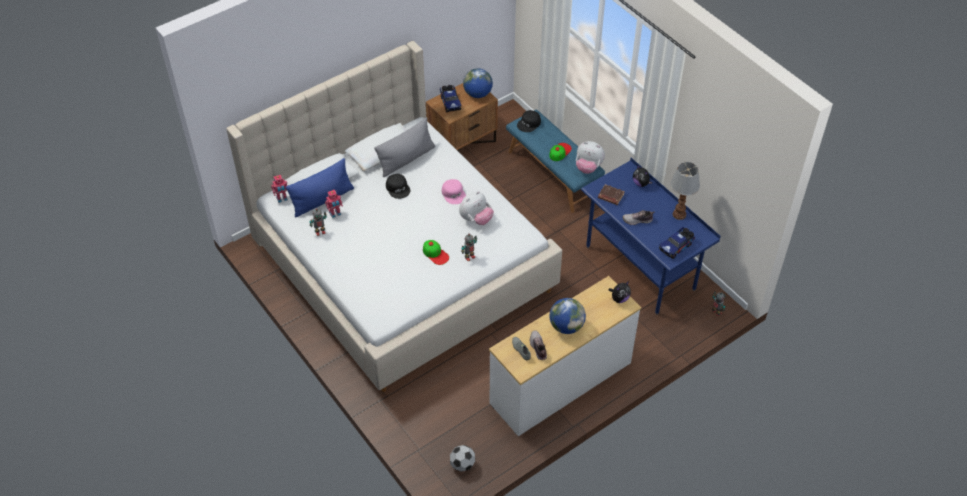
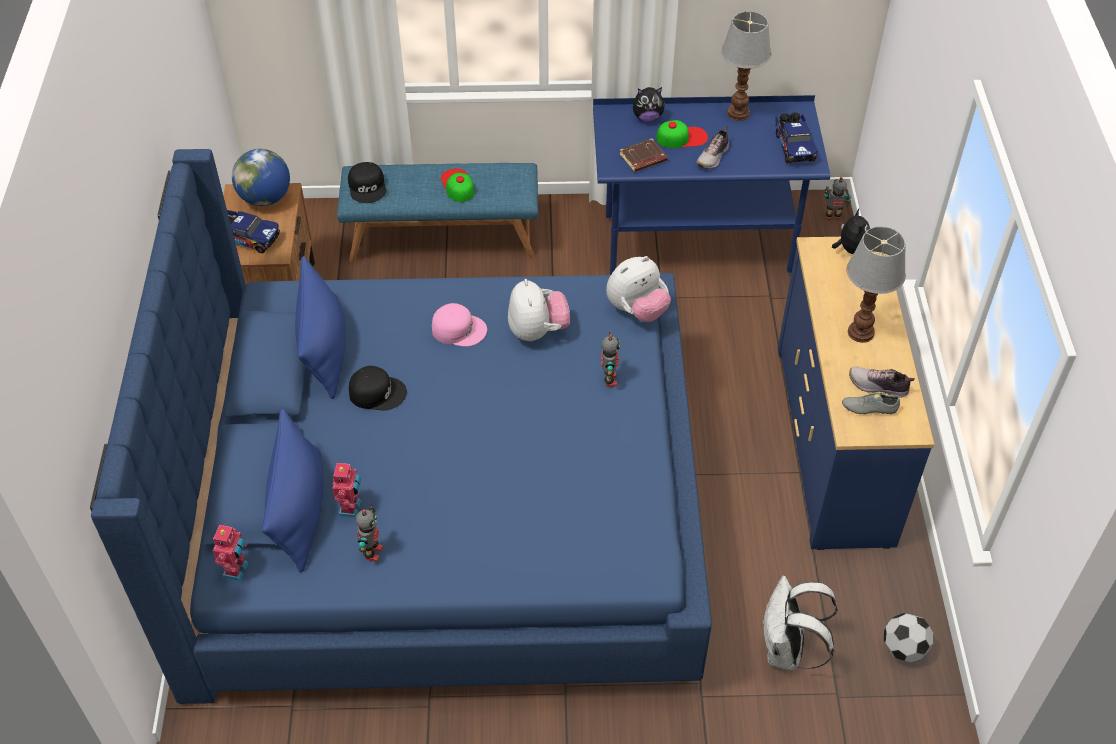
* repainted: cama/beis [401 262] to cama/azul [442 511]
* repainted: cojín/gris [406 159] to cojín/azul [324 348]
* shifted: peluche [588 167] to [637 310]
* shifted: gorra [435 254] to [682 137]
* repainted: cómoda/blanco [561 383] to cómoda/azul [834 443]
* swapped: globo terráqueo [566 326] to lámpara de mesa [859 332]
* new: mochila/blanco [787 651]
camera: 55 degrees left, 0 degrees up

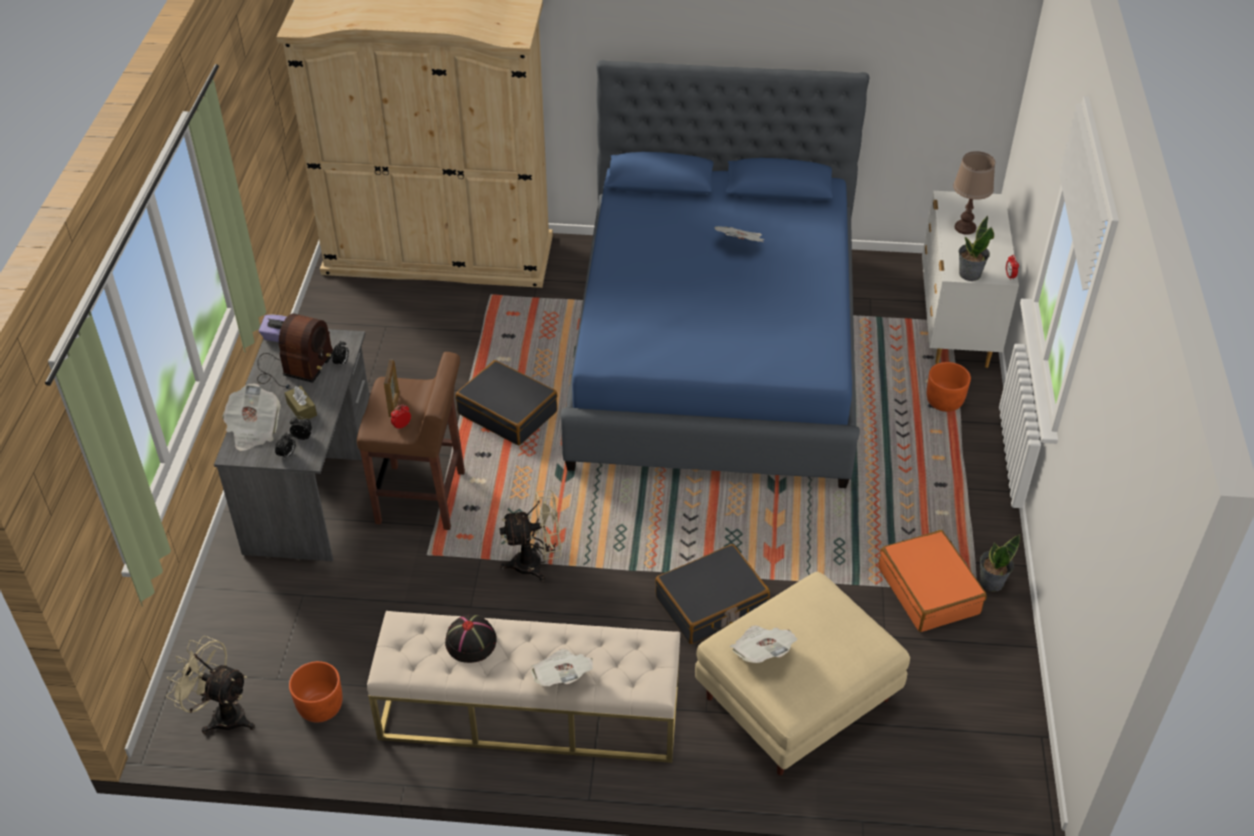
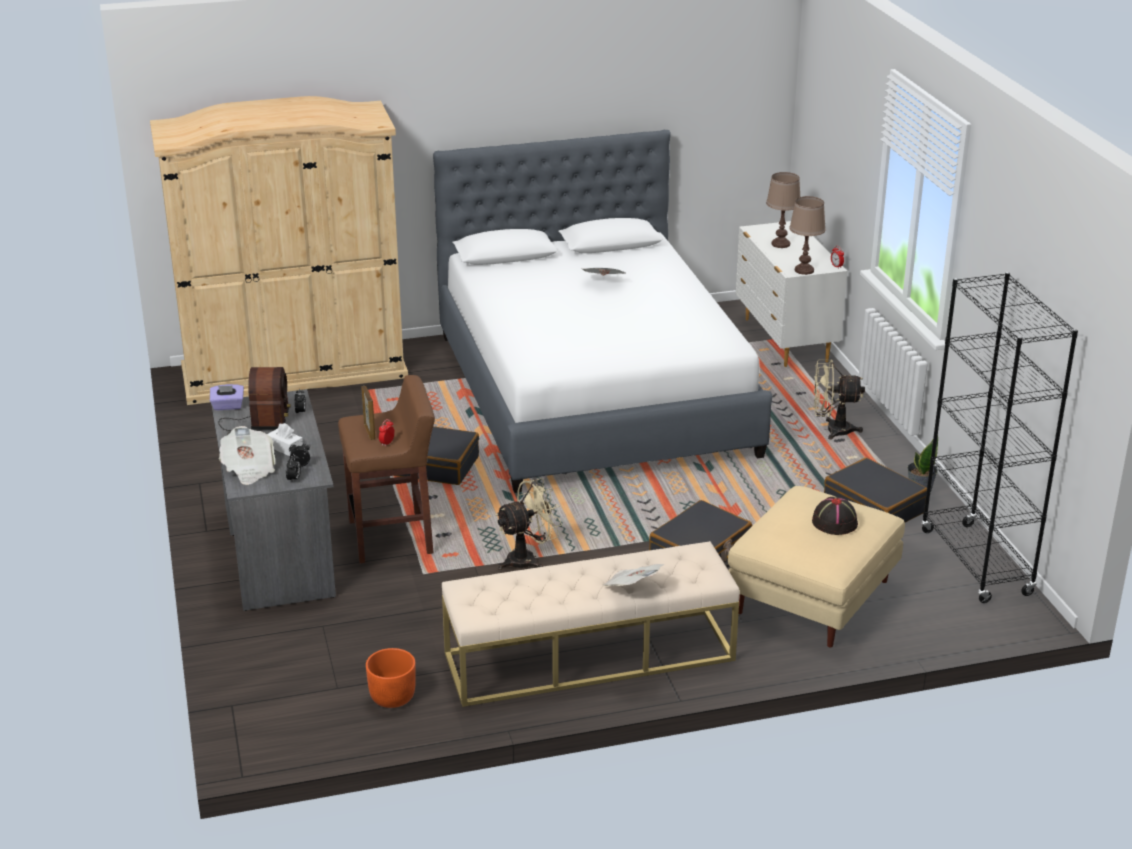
* repainted: cama/azul [715 354] to cama/blanco [594 394]
* swapped: planta en maceta [969 274] to lámpara de mesa/marrón [804 270]
* gone: maceta/naranja [944 402]
* repainted: caja de pañuelos/marrón [301 409] to caja de pañuelos/blanco [285 448]
* repainted: maleta/naranja [929 590] to maleta/negro [874 507]
* shifted: sombrero/negro [471 641] to [834 522]
* gone: periódico [761 653]
* shifted: ventilador/beis [221 715] to [832 430]
* new: estantería/negro [976 563]
camera: 20 degrees left, 15 degrees down

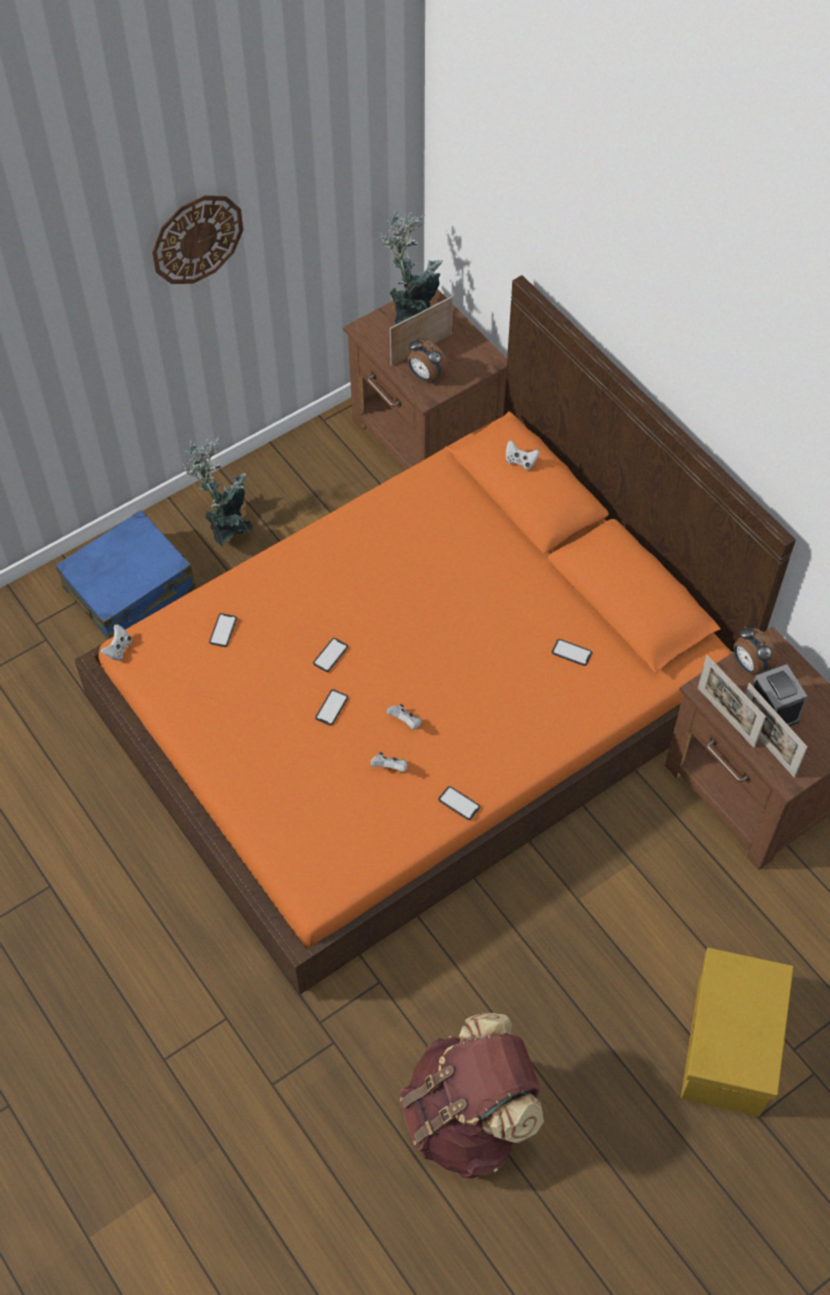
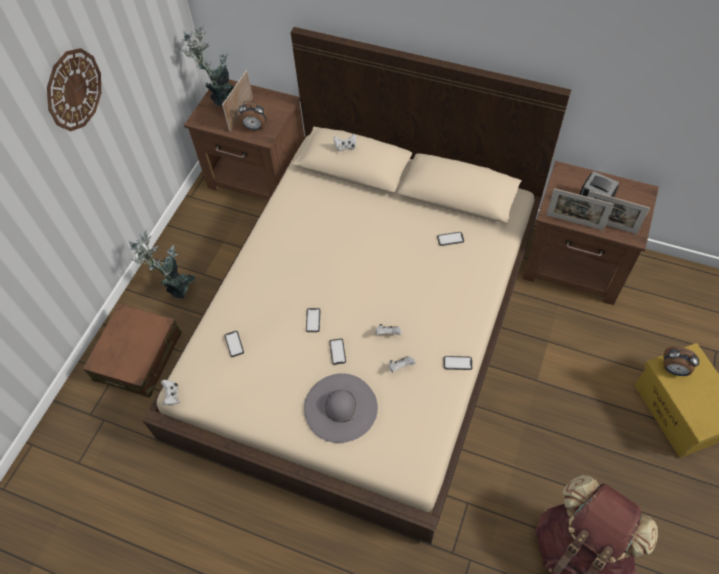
* repainted: cama/naranja [417 701] to cama/beis [363 323]
* repainted: maleta/azul [130 588] to maleta/marrón [139 356]
* shifted: despertador [749 665] to [674 369]
* new: sombrero/gris [340 407]
camera: 30 degrees left, 0 degrees up

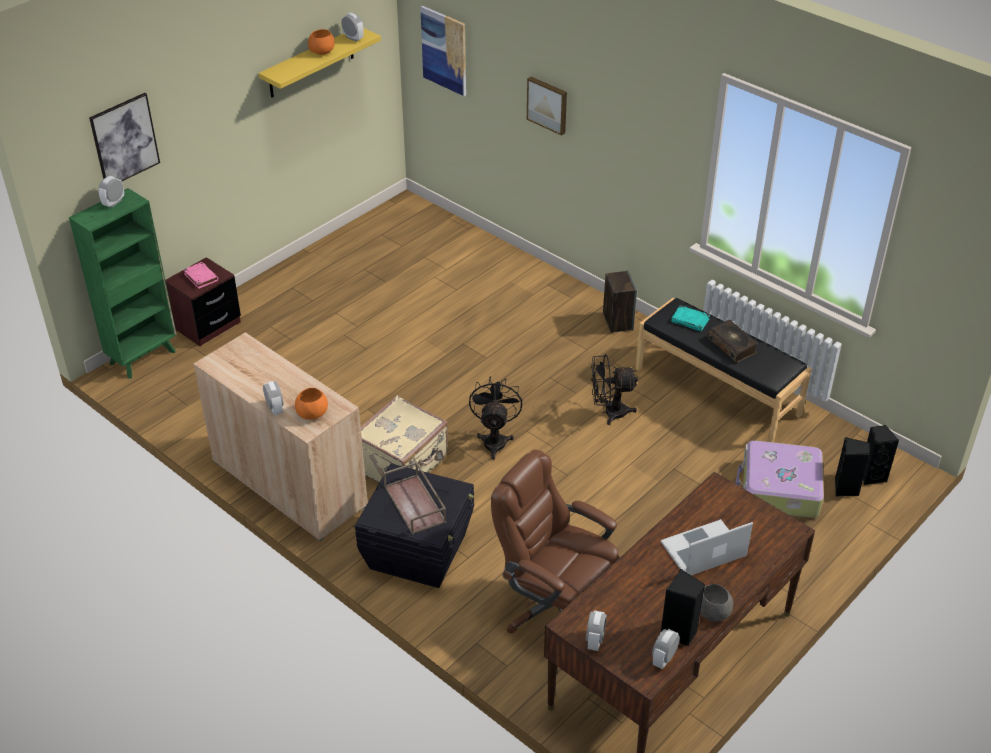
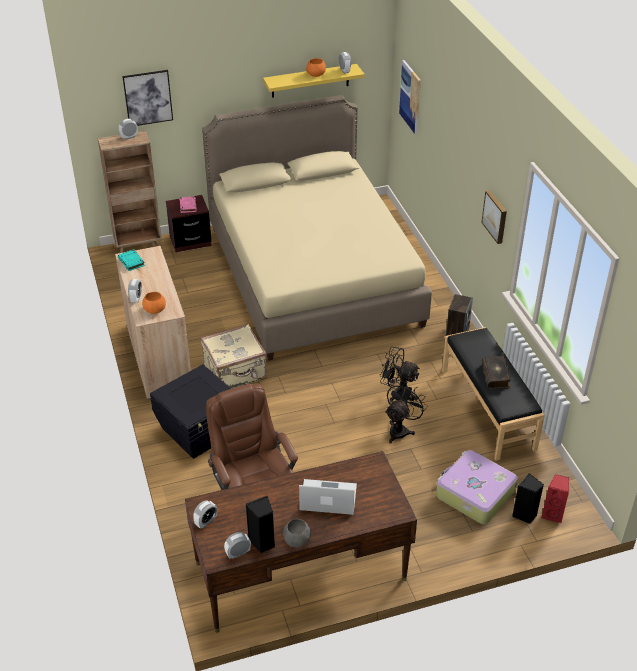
* shifted: cuadro [548 104] to [496 216]
* repainted: estantería/verde [144 357] to estantería/marrón [139 247]
* shifted: libro/turquesa [690 321] to [131 262]
* shifted: ventilador/negro [495 439] to [401 429]
* repainted: altavoz/negro [871 476] to altavoz/rojo [553 514]
* gone: bandeja/marrón [416 504]
* new: cama/beis [312 275]
camera: 30 degrees right, 0 degrees up

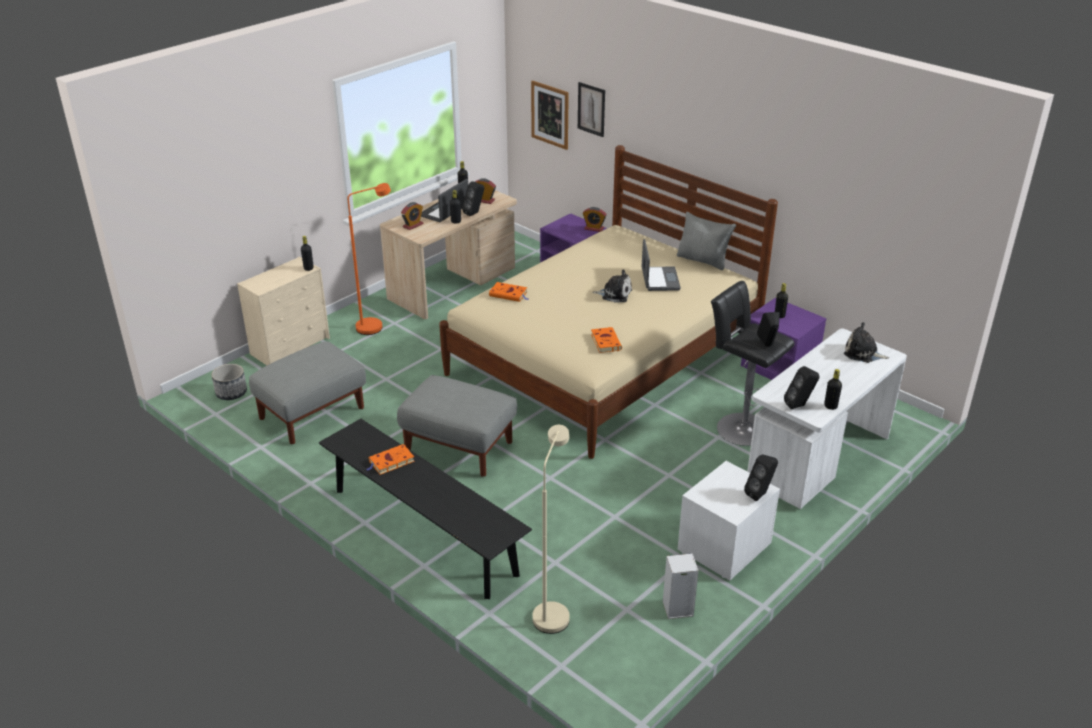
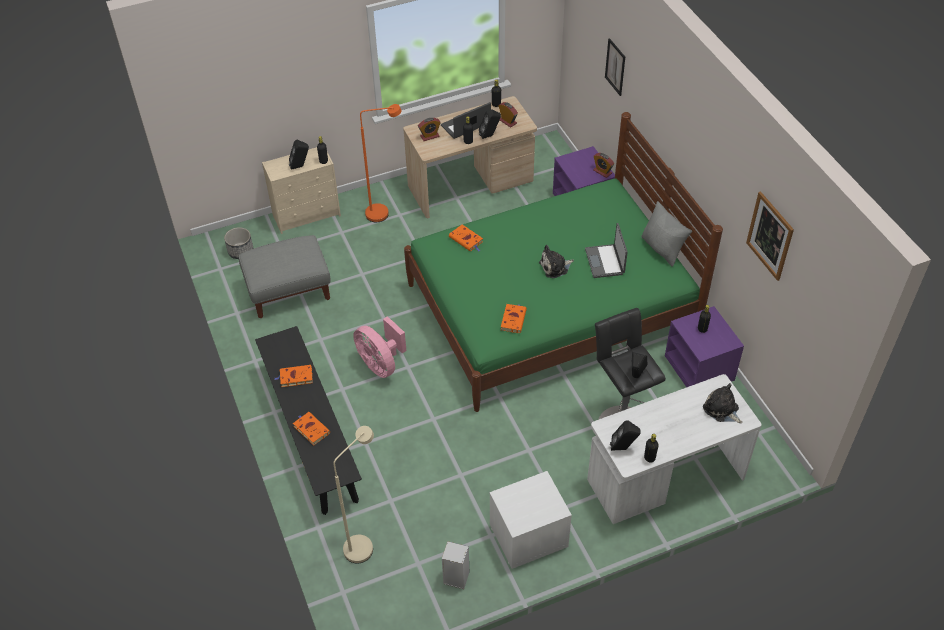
* shifted: cuadro [550 114] to [770 236]
* repainted: cama/beis [604 359] to cama/verde [550 309]
* rotated: portátil [659 279] = [605 262] 150 degrees clockwise
* rotated: peluche [614 294] = [555 267] 120 degrees clockwise
* swapped: puf/gris [459 447] to ventilador/rosa [381 364]
* shifted: altavoz/negro [760 494] to [300 166]
* new: libro/naranja [310 429]
camera: 25 degrees right, 15 degrees up

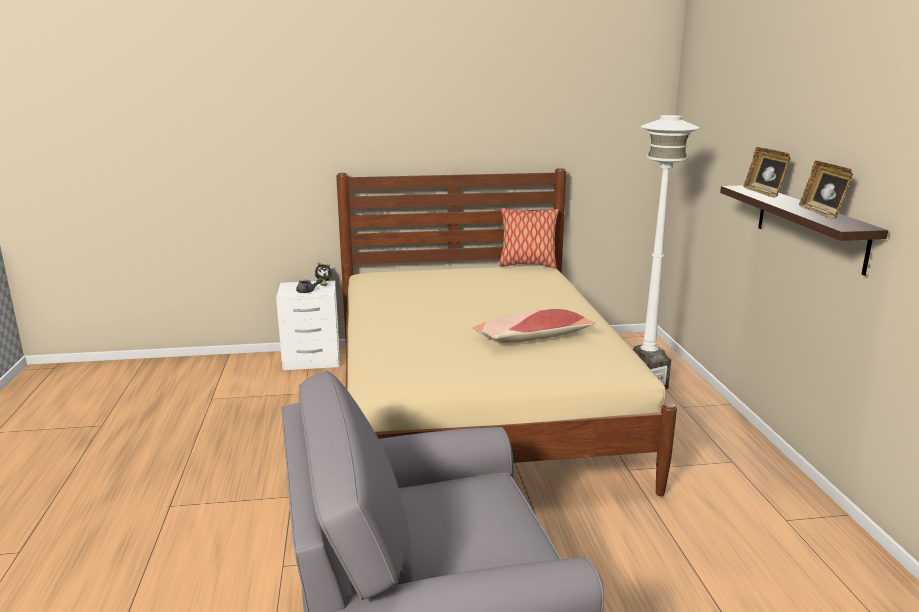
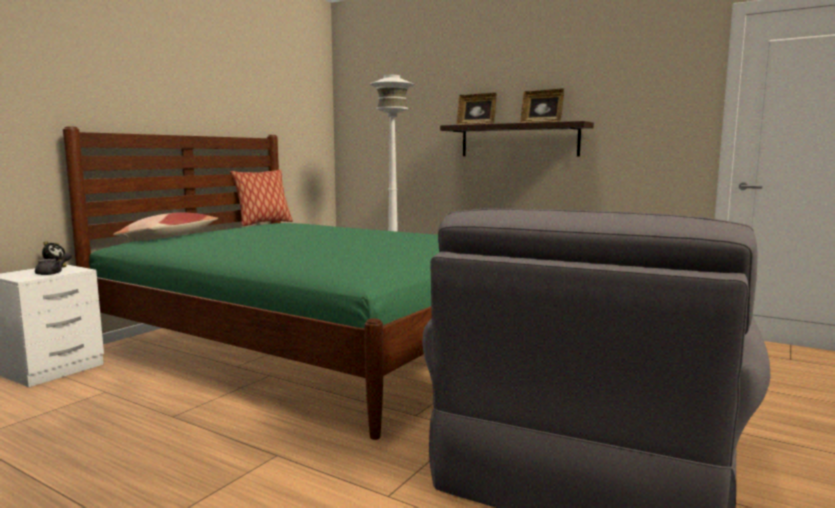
* repainted: cama/beis [476 410] to cama/verde [311 346]
* shifted: cojín [532 338] to [169 237]
camera: 50 degrees left, 10 degrees down

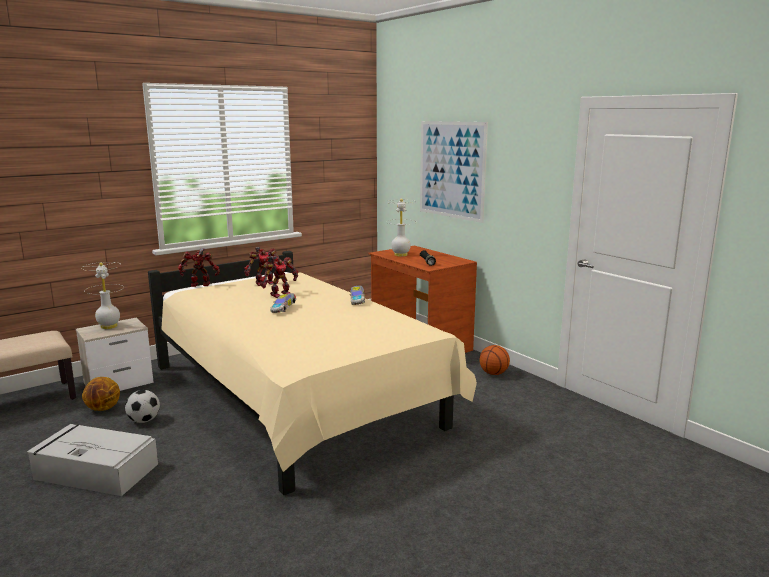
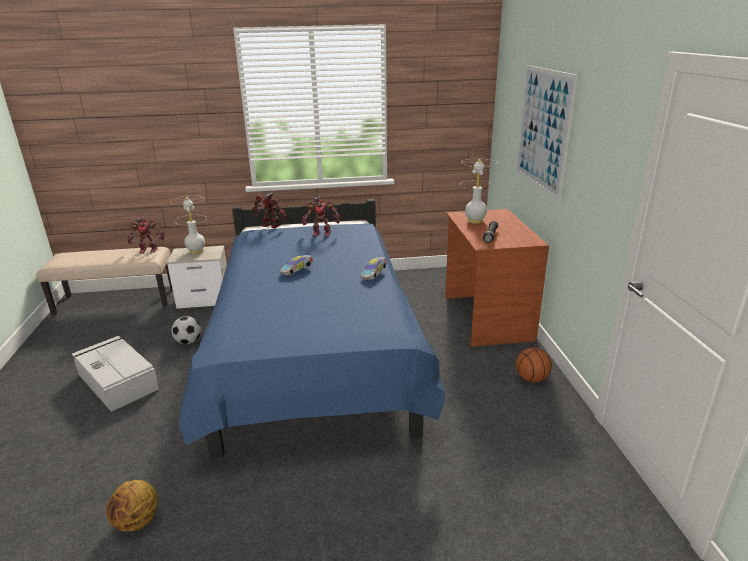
* repainted: cama/beis [295 399] to cama/azul [314 354]
* shifted: robot de juguete [279 294] to [148 250]
* shifted: balón de baloncesto [103 409] to [137 522]
camera: 30 degrees right, 10 degrees up

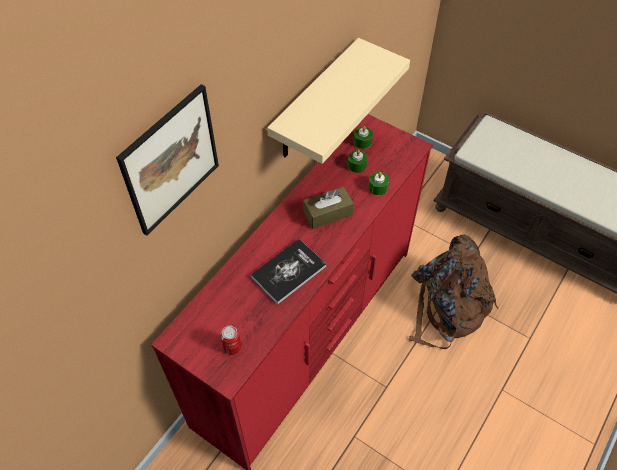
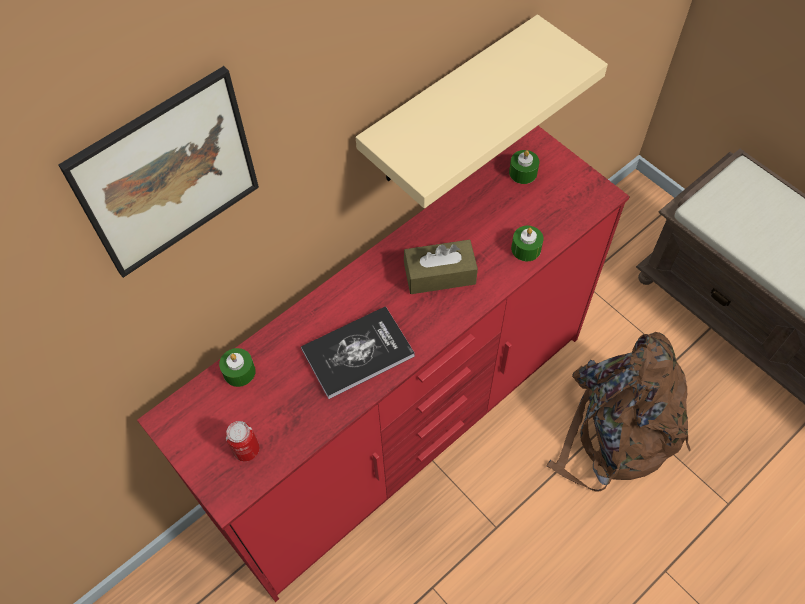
* shifted: vela/verde [357 165] to [239 372]
camera: 15 degrees right, 5 degrees up

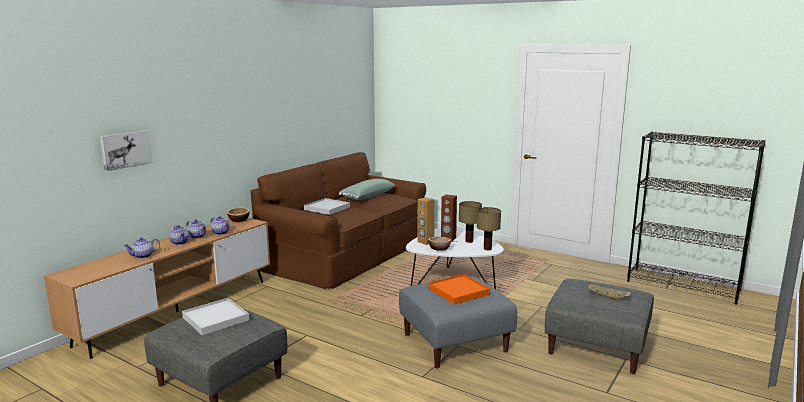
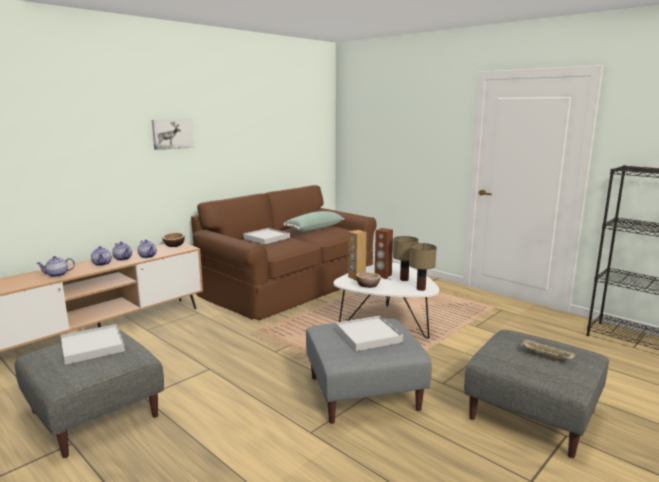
* shifted: cuadro [125 149] to [172 134]
* repainted: bandeja/naranja [458 291] to bandeja/blanco [368 336]
camera: 10 degrees right, 0 degrees up

